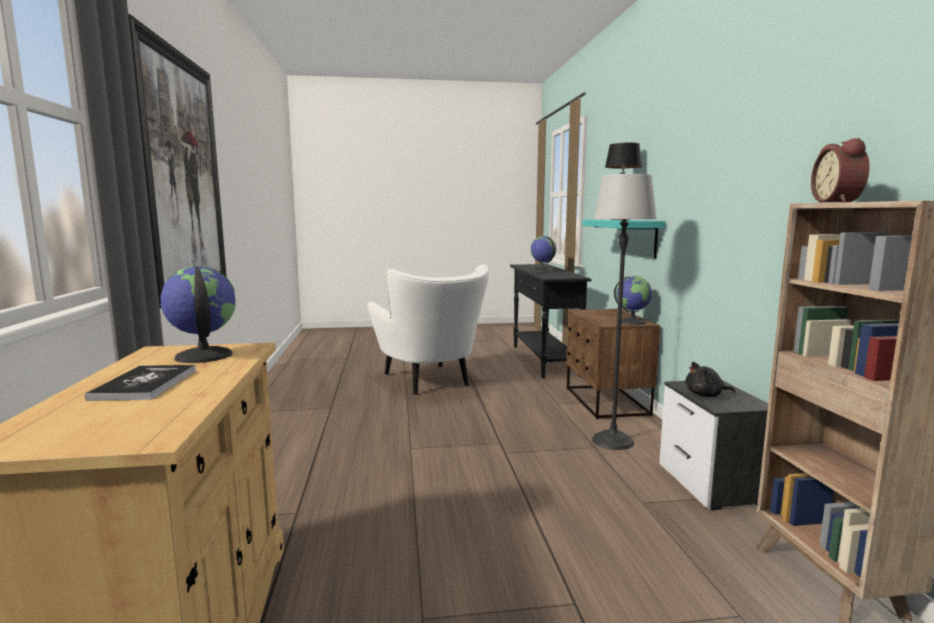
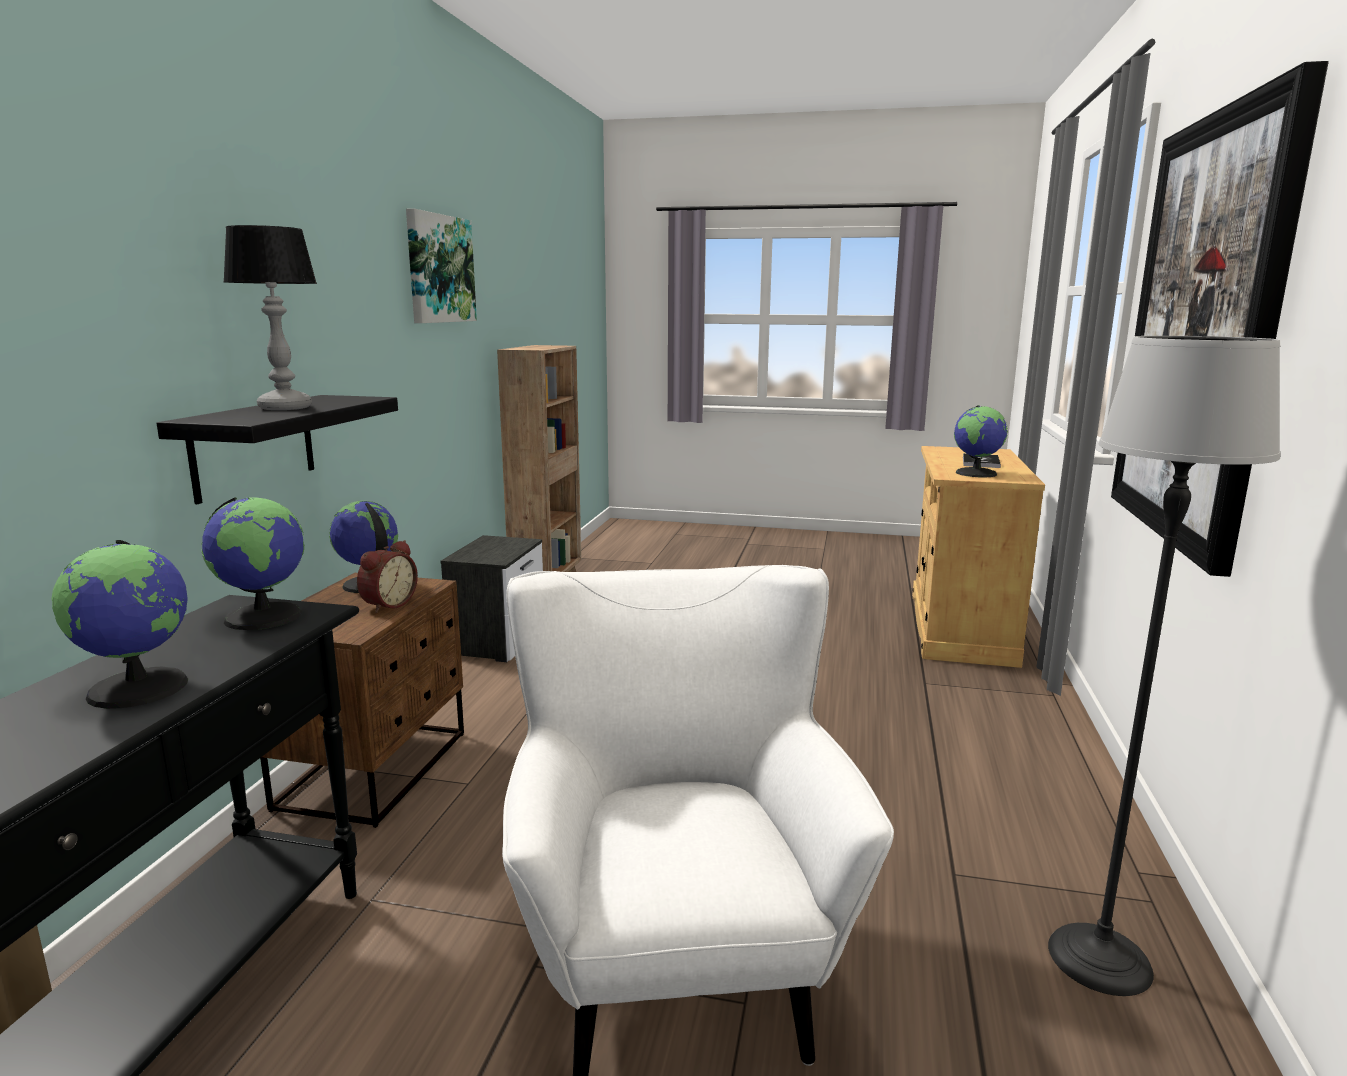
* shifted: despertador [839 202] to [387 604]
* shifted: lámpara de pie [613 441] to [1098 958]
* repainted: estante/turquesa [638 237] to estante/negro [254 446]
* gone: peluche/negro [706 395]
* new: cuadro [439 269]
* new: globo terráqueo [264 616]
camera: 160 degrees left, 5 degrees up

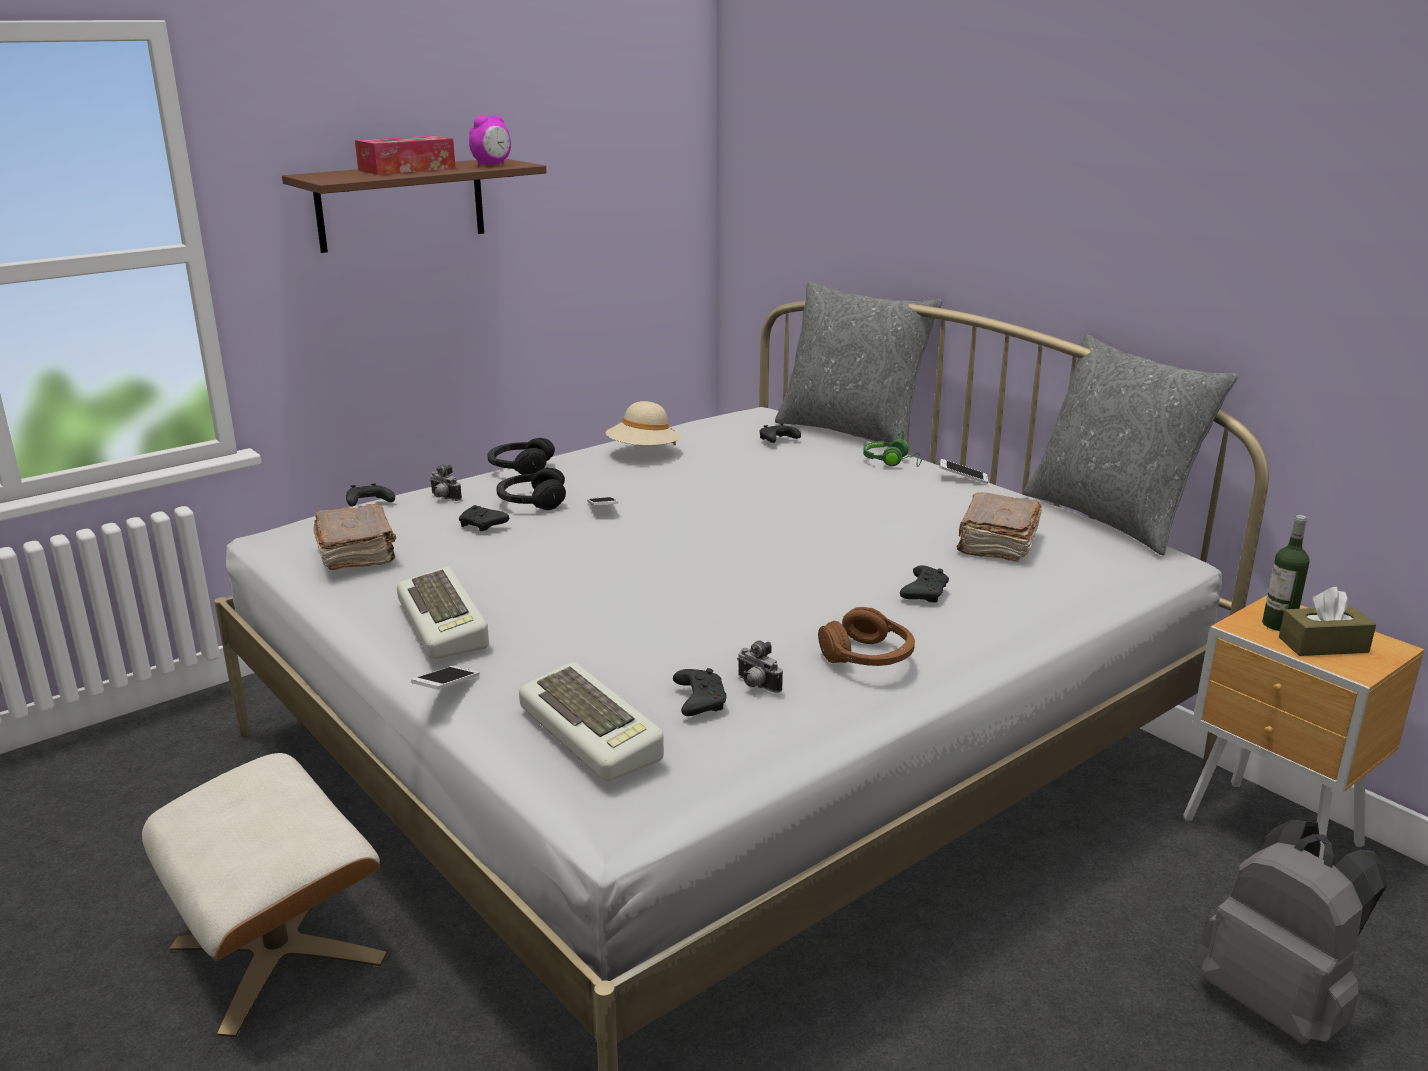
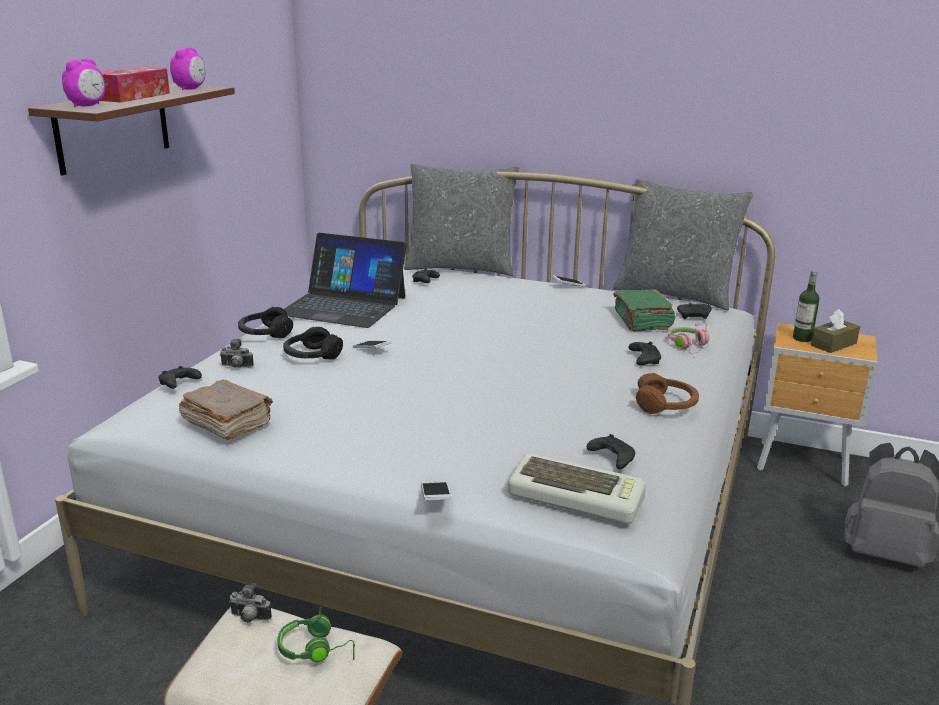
* swapped: sombrero/beis [643 452] to portátil [343 305]
* shifted: auriculares/verde [893 462] to [317 649]
* repainted: libro/marrón [996 543] to libro/verde [642 321]
* shifted: mando de consola/negro [483 526] to [694 316]
* gone: teclado [446 623]
* shifted: cámara [756 686] to [249 618]
* new: despertador [87 106]
* new: auriculares/rosa [688 346]
camera: 30 degrees left, 0 degrees up

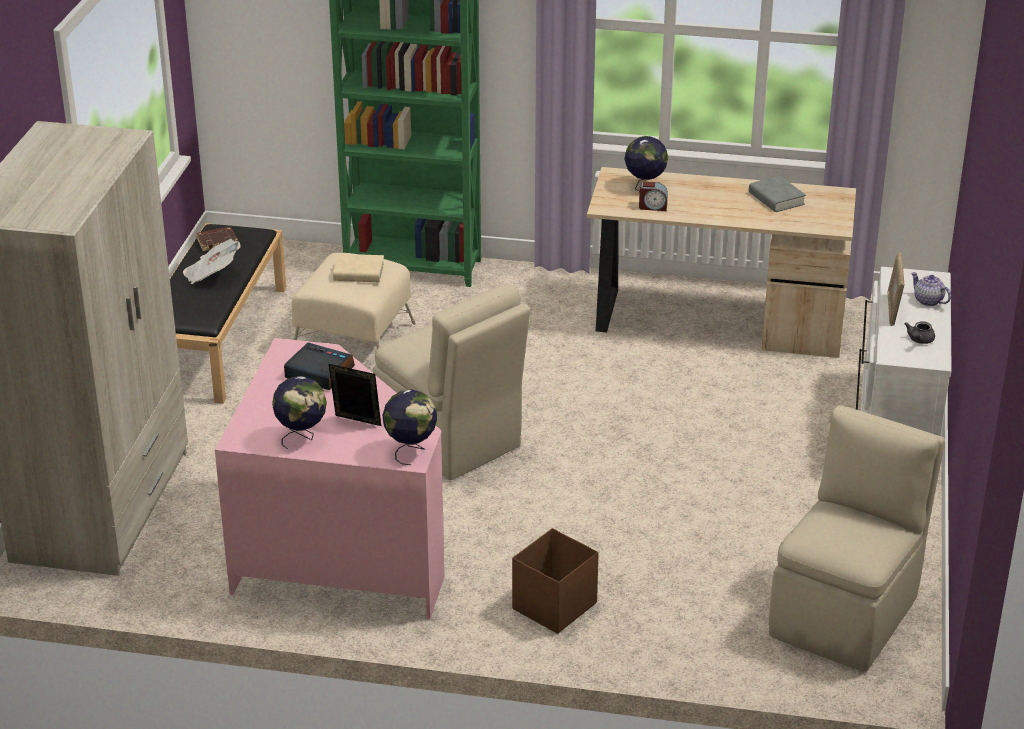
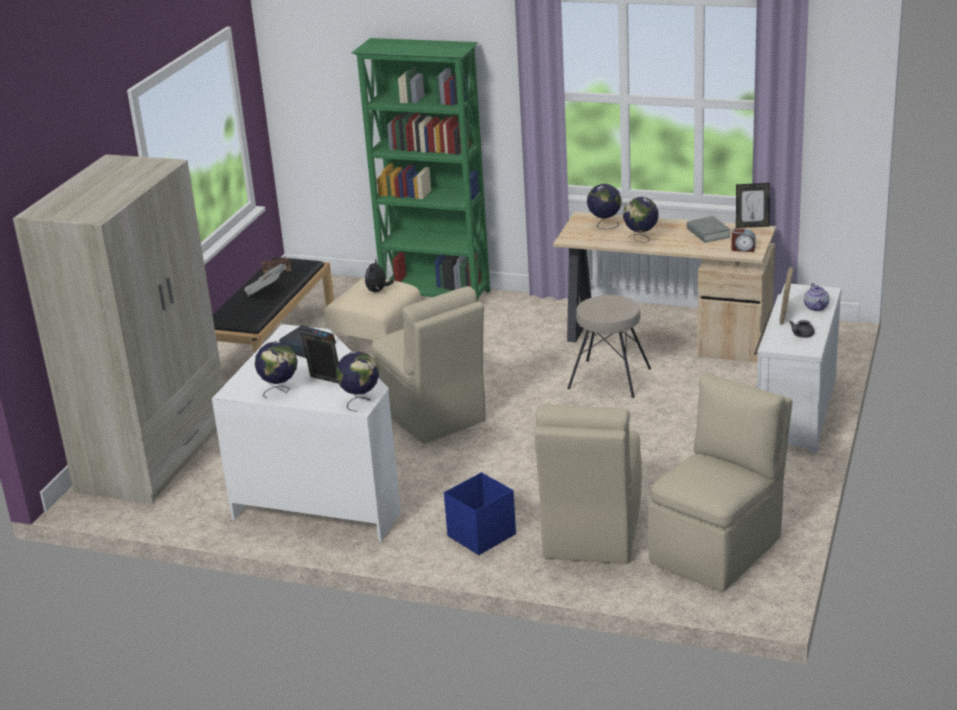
* shifted: despertador [653 206] to [743 249]
* swapped: libro/beis [359 273] to peluche [378 291]
* rotated: tetera [927 301] = [816 307] 150 degrees counterclockwise
* repainted: escritorio/rosa [336 553] to escritorio/blanco [321 492]
* repainted: caja de almacenaje/marrón [553 606] to caja de almacenaje/azul [480 535]
* new: portarretratos [752 226]
* new: globo terráqueo [641 239]
* new: taburete/beis [609 379]
* new: silla/beis [591 532]
camera: 10 degrees right, 5 degrees down

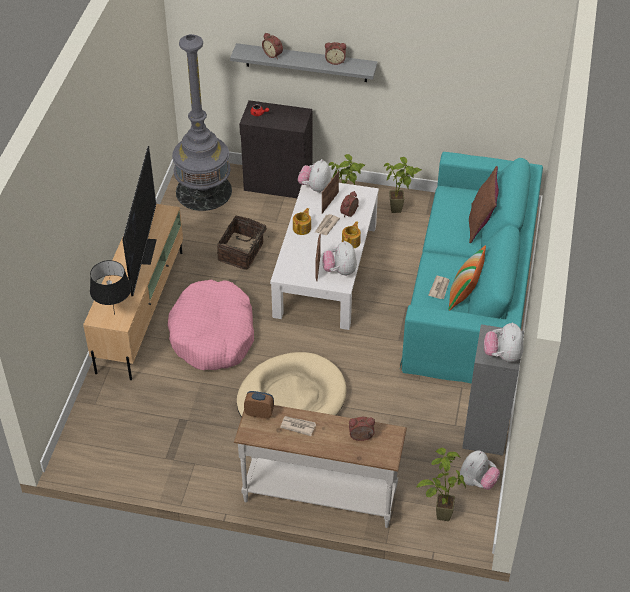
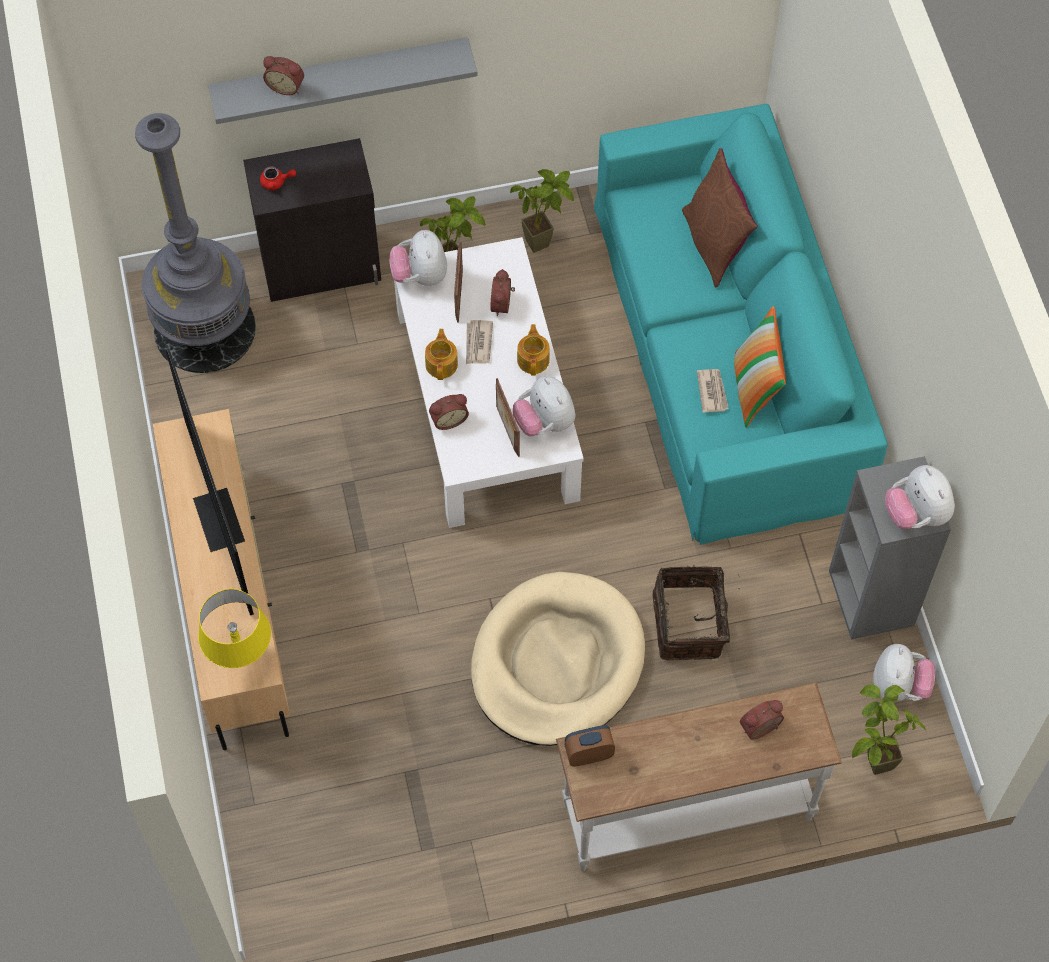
* shifted: despertador [335 61] to [448 419]
* shifted: cesta [242 252] to [690 624]
* repainted: lámpara de mesa/negro [115 314] to lámpara de mesa/amarillo [242 660]
* gone: cama para perro/rosa [213 335]
* gone: periódico [298 426]
camera: 25 degrees left, 15 degrees up

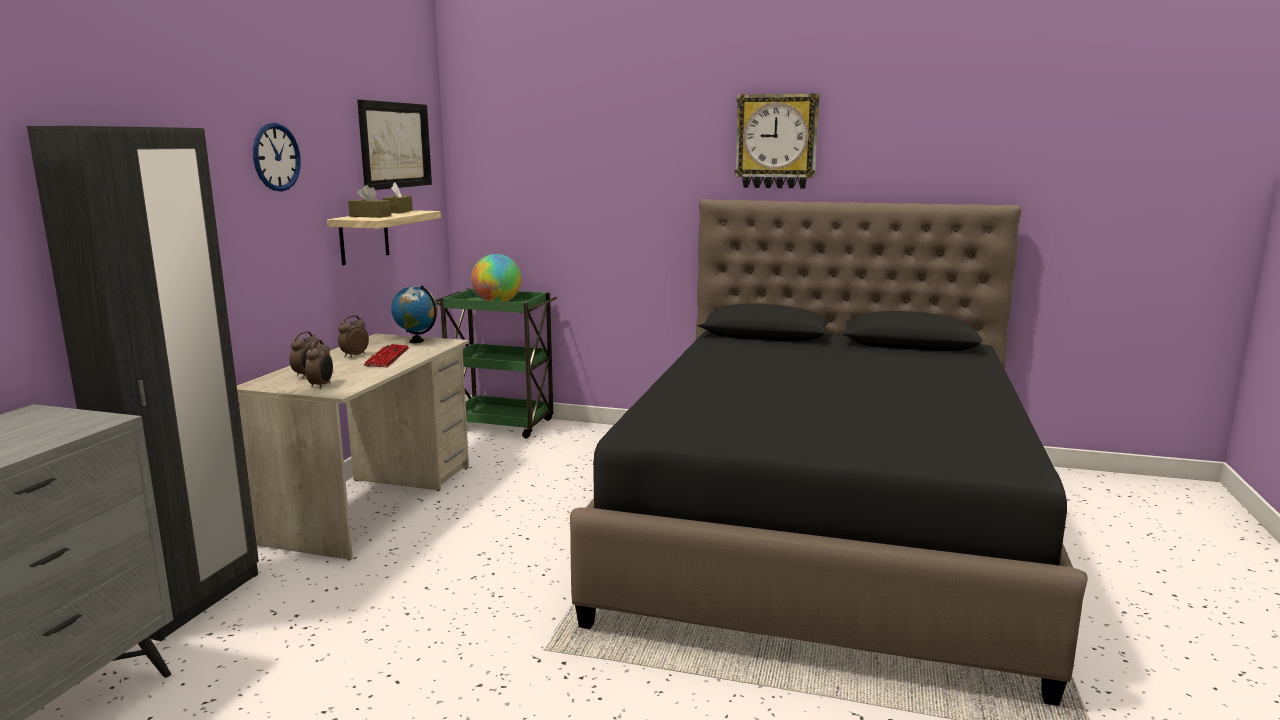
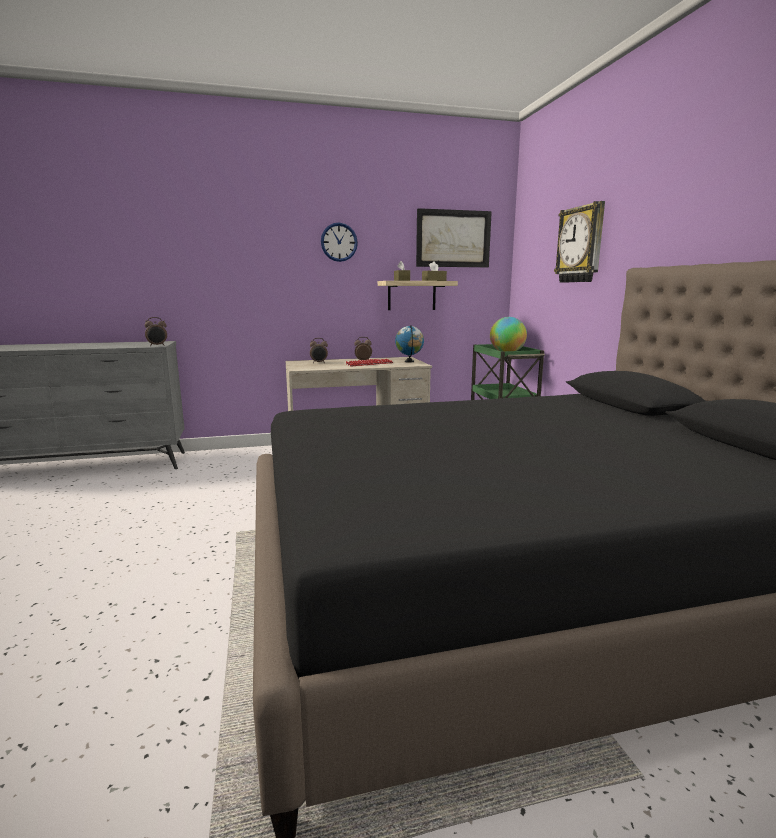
* shifted: reloj de pared [776 141] to [581 244]
* gone: armario ropero/negro [193 602]
* shifted: despertador [321 385] to [157 345]
camera: 60 degrees right, 0 degrees up

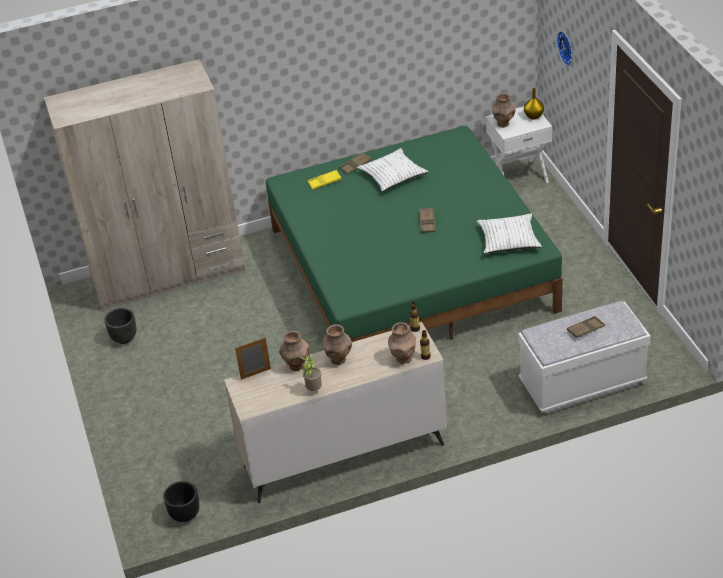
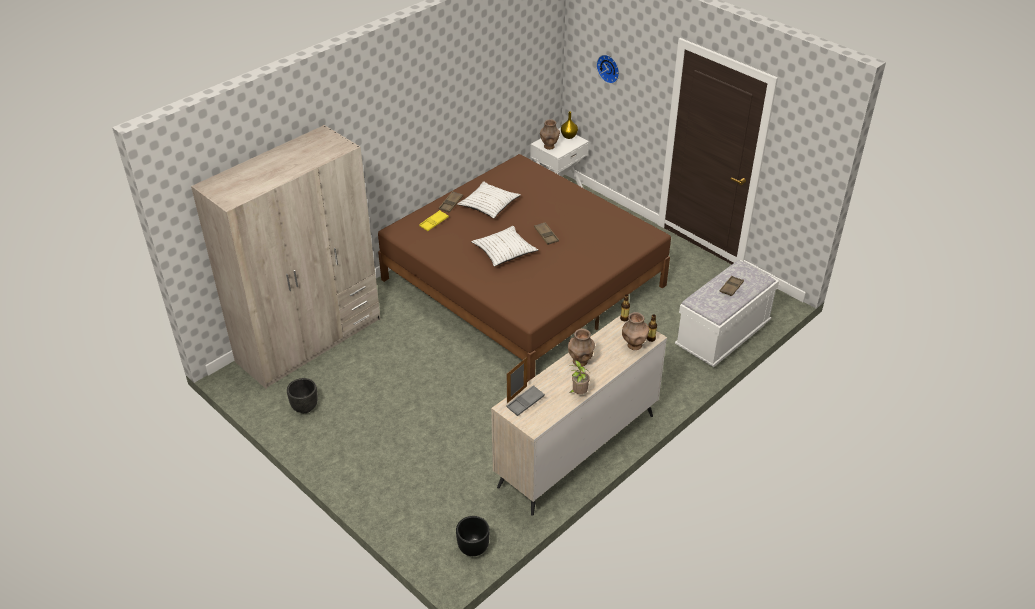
* repainted: cama/verde [411 269] to cama/marrón [524 282]
* shifted: cojín/blanco [508 240] to [504 251]
* gone: florero/marrón [296 366]
* new: bandeja/gris [525 403]
camera: 30 degrees left, 0 degrees up

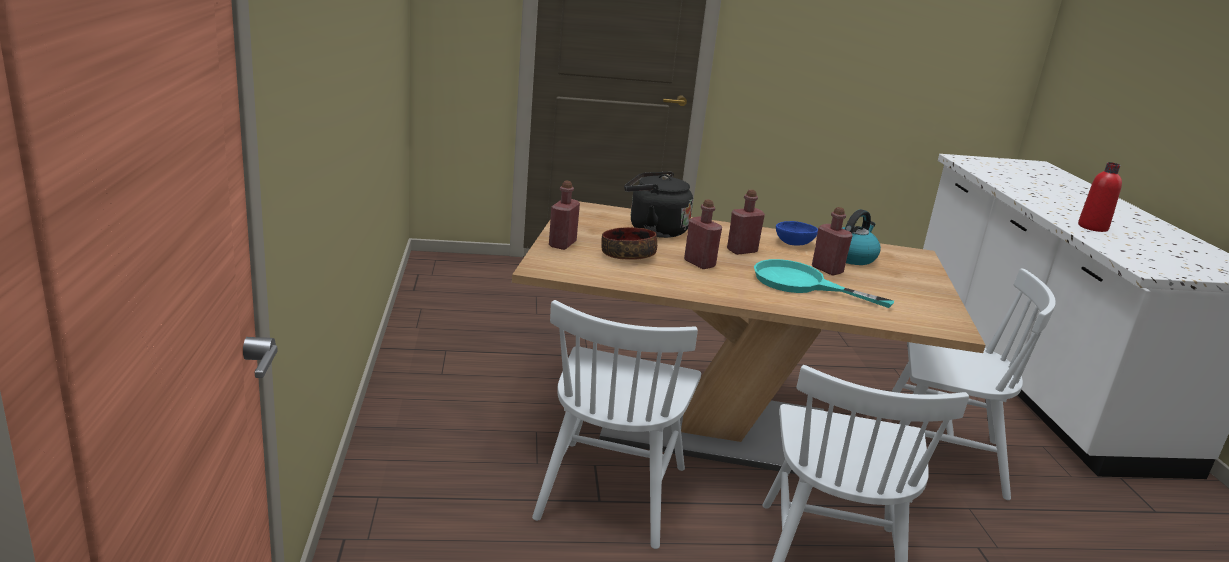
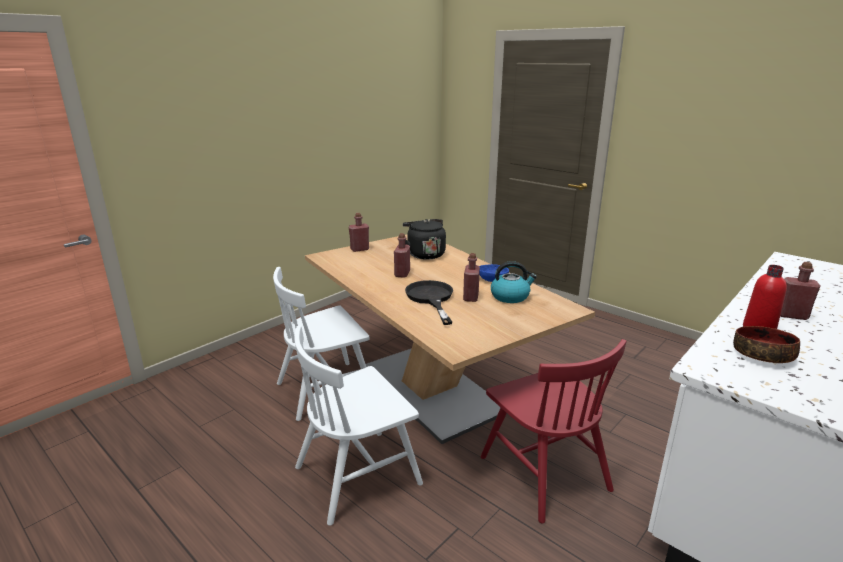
* shifted: botella/rojo [742 250] to [791 315]
* shifted: cuenco [628 255] to [763 355]
* repainted: sartén/turquesa [801 283] to sartén/negro [431 298]
* repainted: silla/blanco [938 455] to silla/rojo [544 472]
camera: 50 degrees right, 0 degrees up

